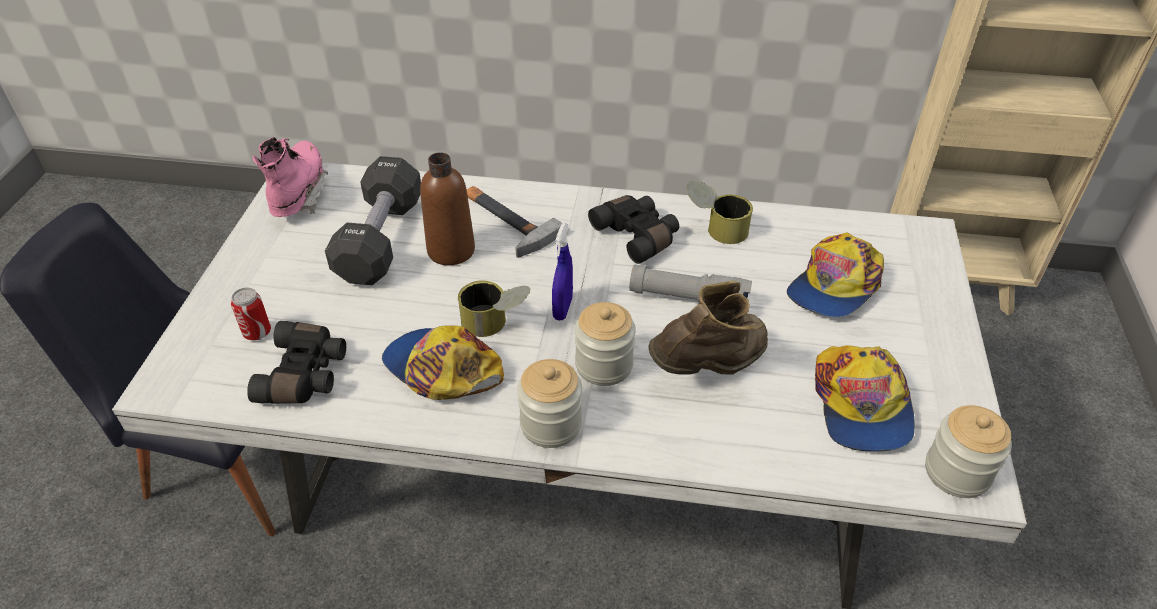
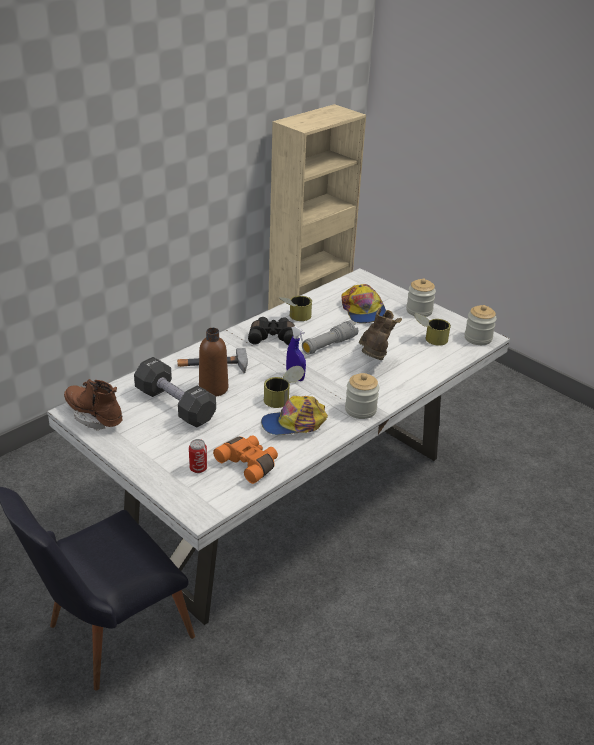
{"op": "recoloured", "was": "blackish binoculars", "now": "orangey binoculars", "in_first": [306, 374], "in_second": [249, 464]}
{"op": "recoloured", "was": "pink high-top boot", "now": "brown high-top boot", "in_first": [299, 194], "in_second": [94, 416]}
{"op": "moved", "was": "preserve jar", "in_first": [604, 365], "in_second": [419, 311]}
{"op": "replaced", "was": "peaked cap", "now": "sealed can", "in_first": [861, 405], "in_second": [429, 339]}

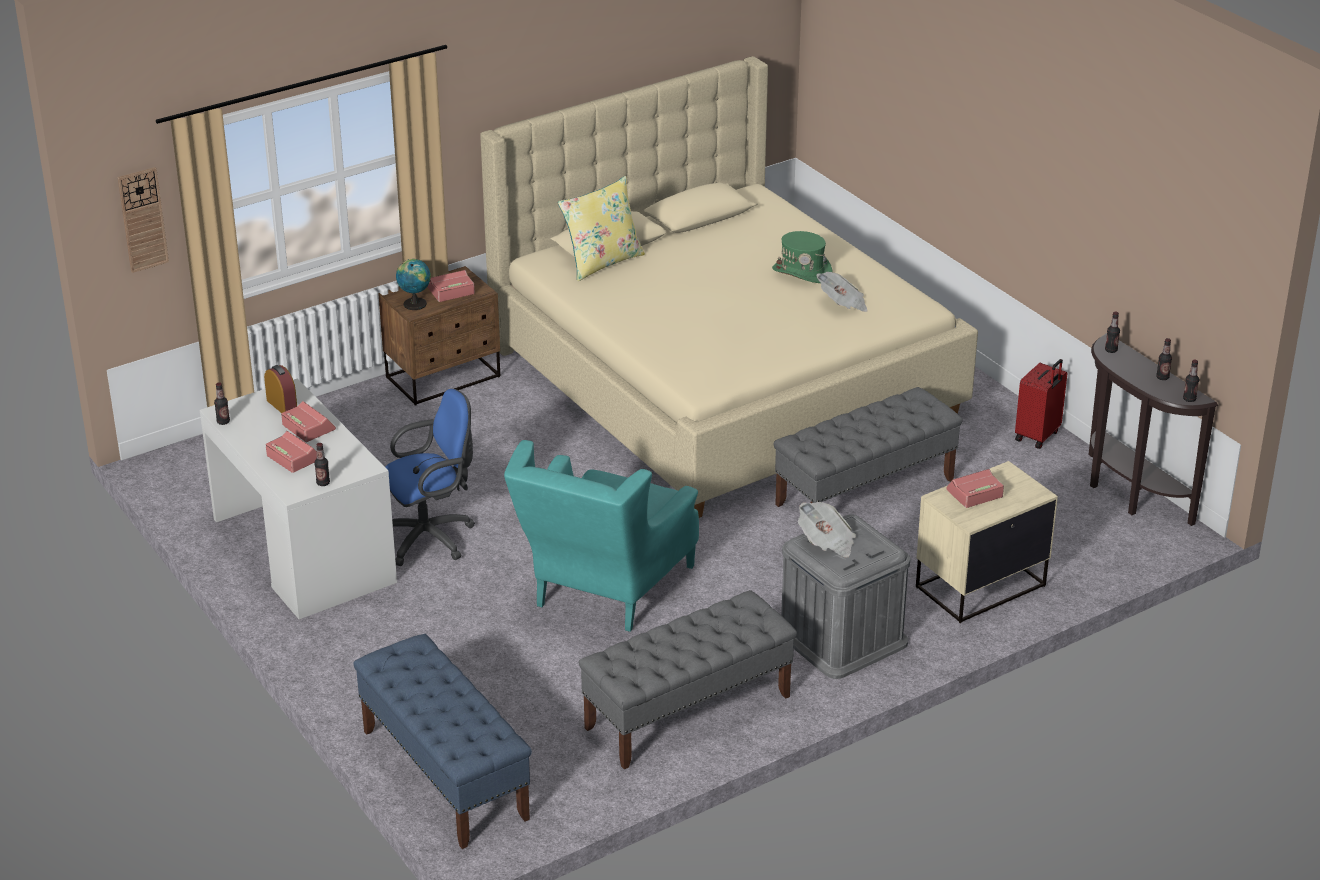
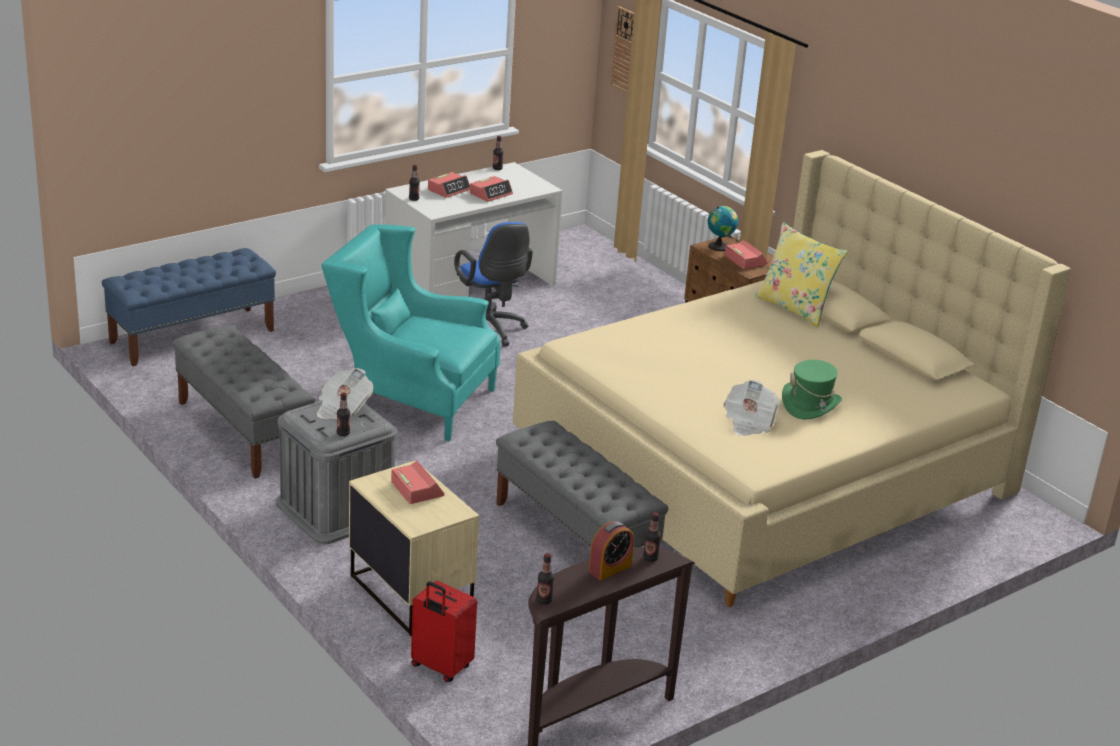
{"op": "moved", "was": "table clock", "in_first": [282, 405], "in_second": [610, 568]}
{"op": "moved", "was": "reddish piece of luggage", "in_first": [1038, 436], "in_second": [440, 667]}
{"op": "moved", "was": "bottle", "in_first": [1162, 377], "in_second": [343, 433]}

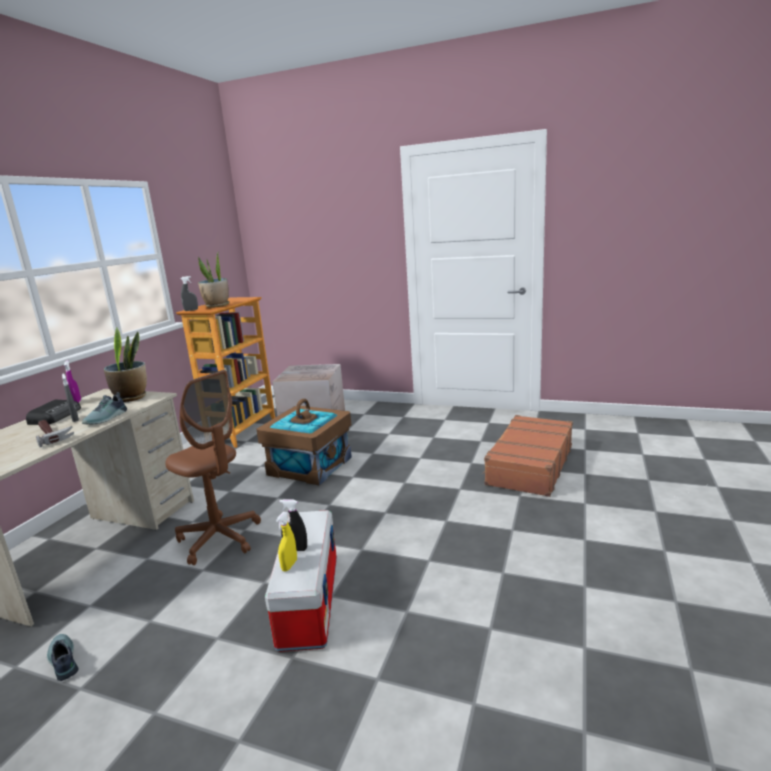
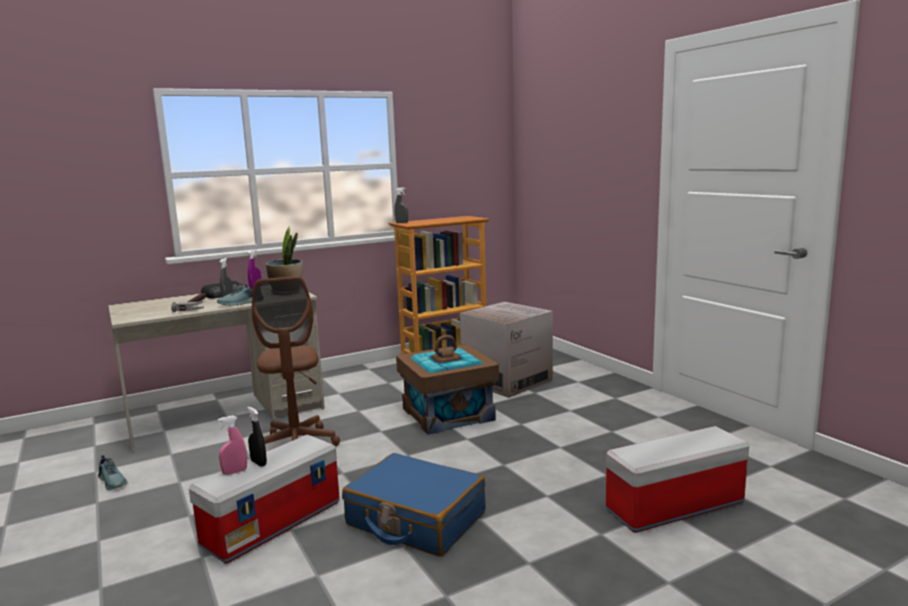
{"op": "turned", "was": "low shoe", "in_first": [62, 661], "in_second": [113, 481], "clockwise": 135}
{"op": "removed", "was": "plant in a pot", "in_first": [217, 306]}
{"op": "recoloured", "was": "yellow hand sprayer", "now": "pink hand sprayer", "in_first": [289, 565], "in_second": [235, 472]}
{"op": "replaced", "was": "brown piece of luggage", "now": "storage container", "in_first": [529, 465], "in_second": [674, 507]}
{"op": "added", "now": "bluish piece of luggage", "in_second": [415, 519]}

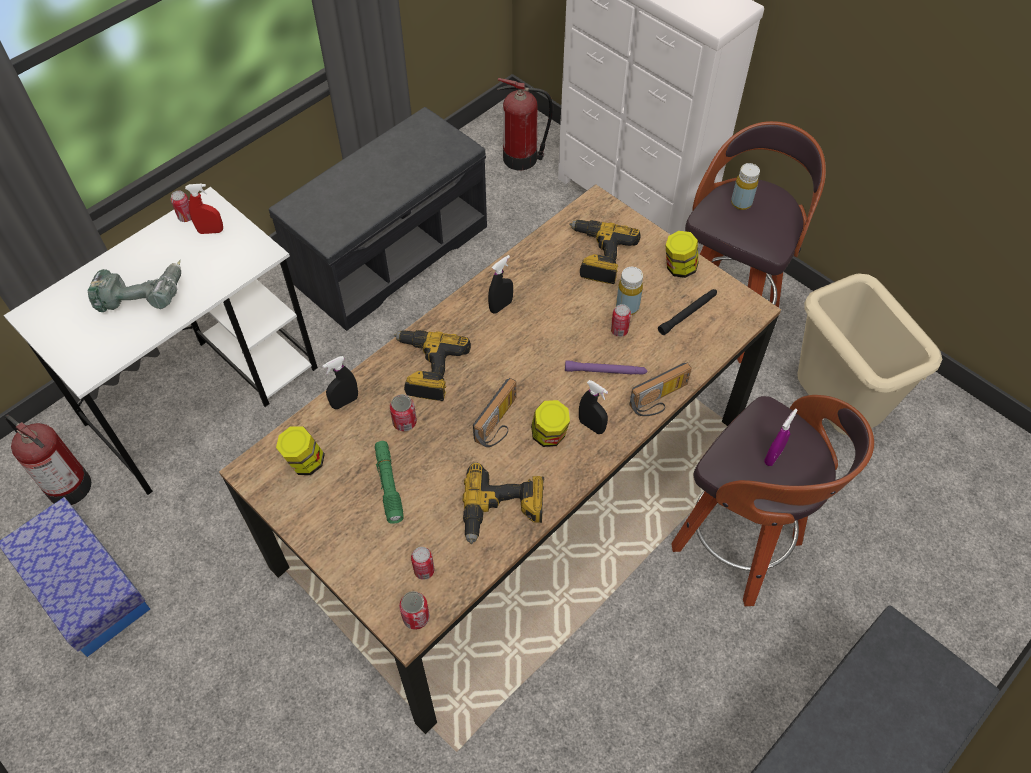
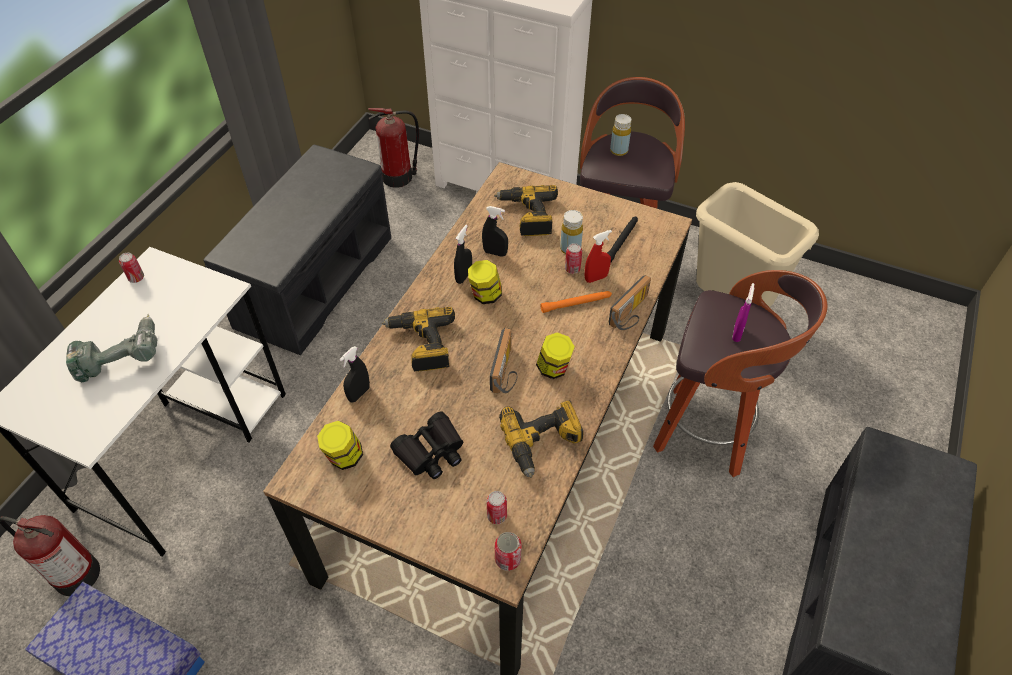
{"op": "moved", "was": "reddish hand sprayer", "in_first": [211, 231], "in_second": [596, 278]}
{"op": "replaced", "was": "green-coloured flashlight", "now": "blackish binoculars", "in_first": [388, 484], "in_second": [431, 452]}
{"op": "removed", "was": "sealed can", "in_first": [404, 422]}
{"op": "recoloured", "was": "purple flashlight", "now": "orangey flashlight", "in_first": [605, 371], "in_second": [576, 304]}
{"op": "moved", "was": "blackish hand sprayer", "in_first": [591, 426], "in_second": [495, 253]}
{"op": "moved", "was": "preserve jar", "in_first": [679, 268], "in_second": [485, 295]}

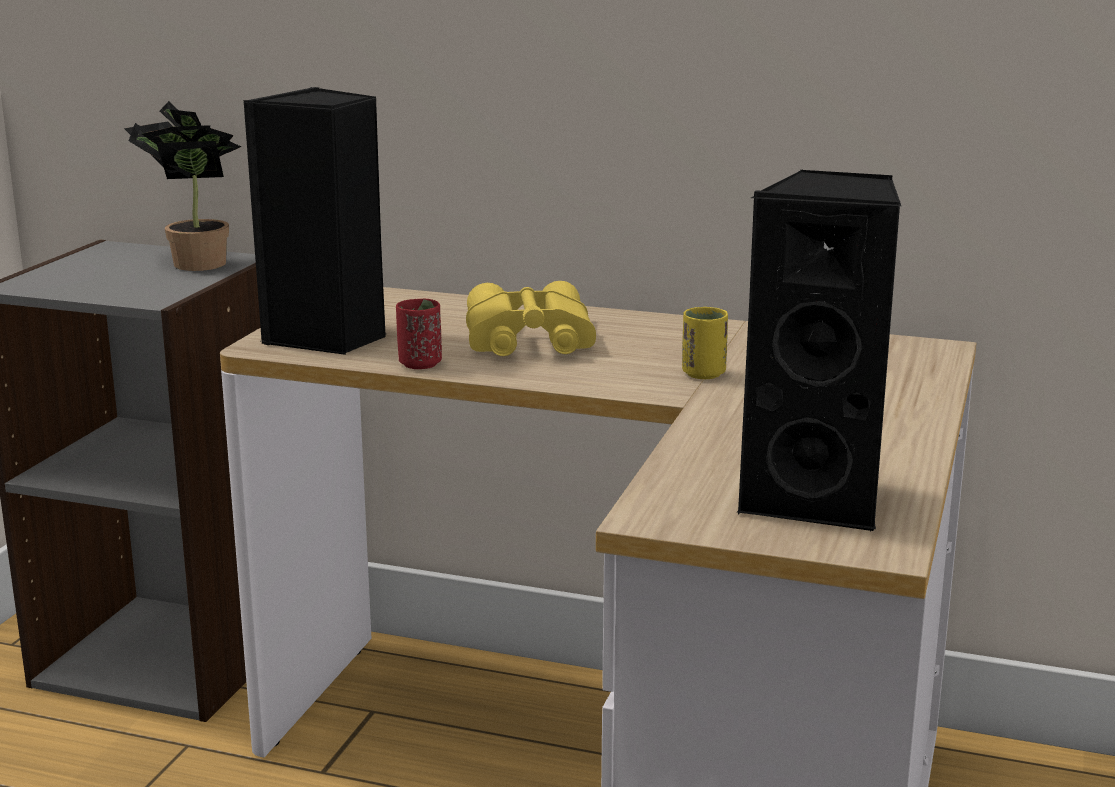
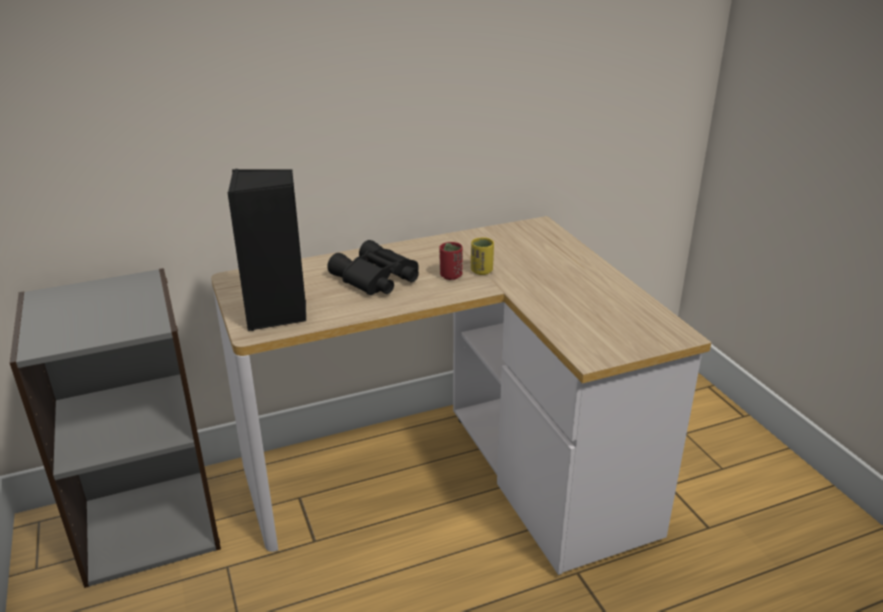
{"op": "removed", "was": "plant in a pot", "in_first": [192, 263]}
{"op": "moved", "was": "reddish cup", "in_first": [420, 364], "in_second": [451, 276]}
{"op": "recoloured", "was": "yellow binoculars", "now": "blackish binoculars", "in_first": [525, 340], "in_second": [375, 279]}
{"op": "removed", "was": "blackish speaker", "in_first": [816, 500]}

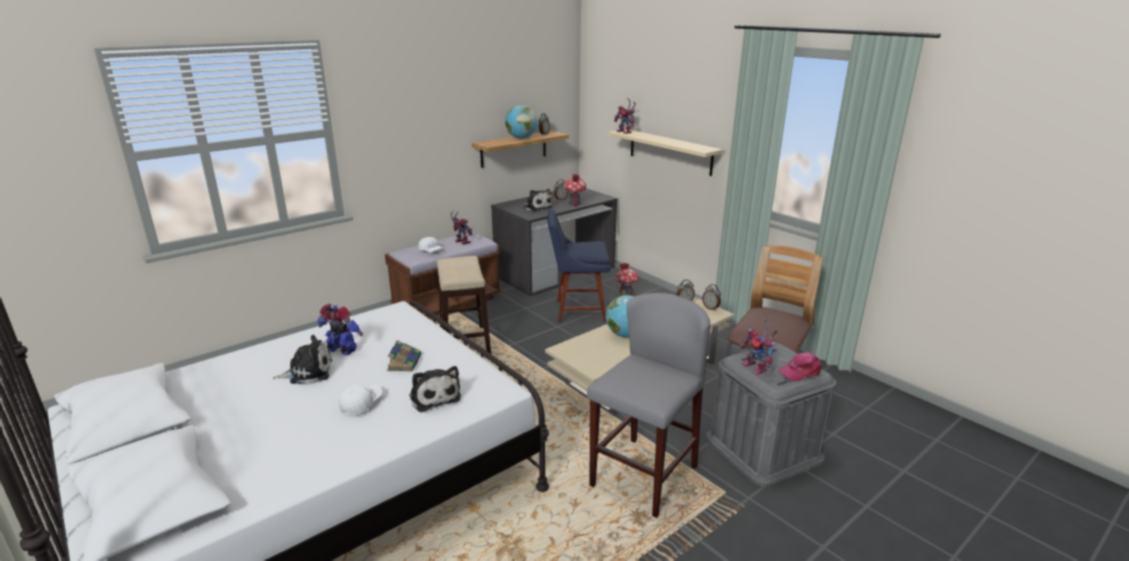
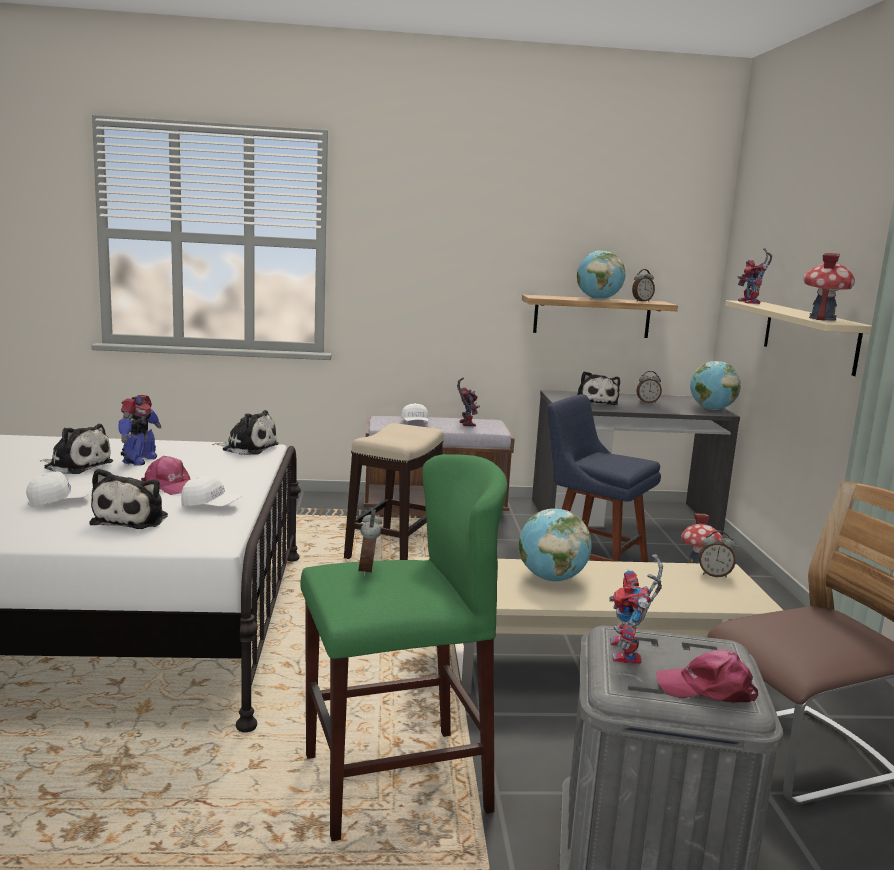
{"op": "turned", "was": "model robot", "in_first": [341, 350], "in_second": [138, 460], "clockwise": 45}
{"op": "replaced", "was": "bound book", "now": "pink peaked cap", "in_first": [404, 362], "in_second": [170, 486]}
{"op": "moved", "was": "miniature house", "in_first": [574, 203], "in_second": [822, 318]}
{"op": "recoloured", "was": "greyish stool", "now": "green-coloured stool", "in_first": [643, 476], "in_second": [394, 782]}
{"op": "moved", "was": "table clock", "in_first": [711, 308], "in_second": [369, 570]}
{"op": "added", "now": "whitish peaked cap", "in_second": [210, 506]}
{"op": "added", "now": "soft toy", "in_second": [247, 448]}
{"op": "added", "now": "desk globe", "in_second": [711, 409]}

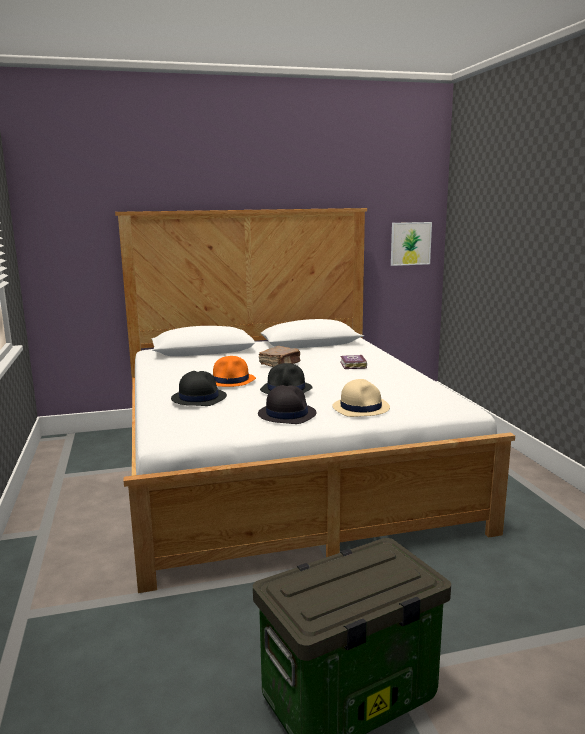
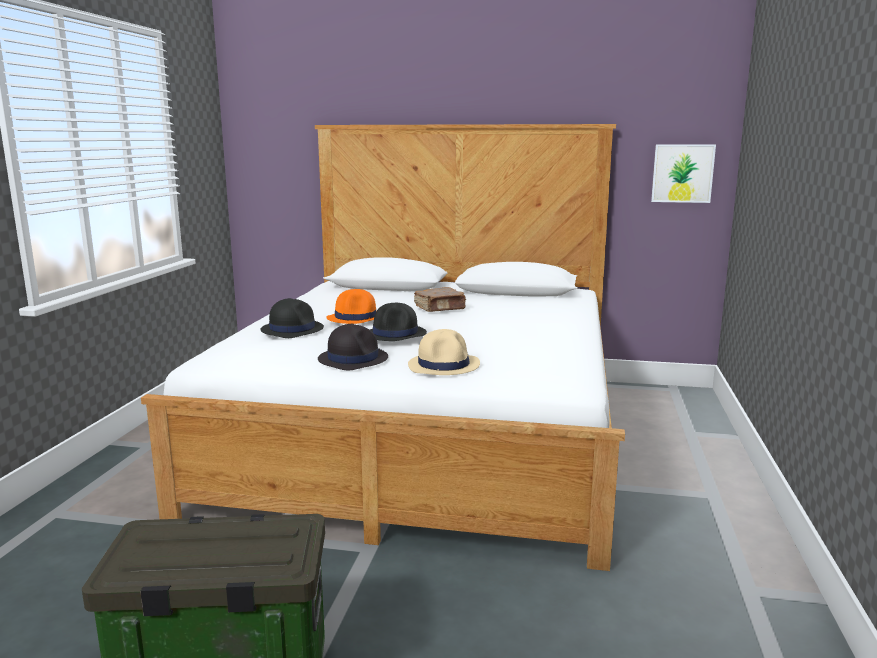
{"op": "removed", "was": "bound book", "in_first": [352, 365]}

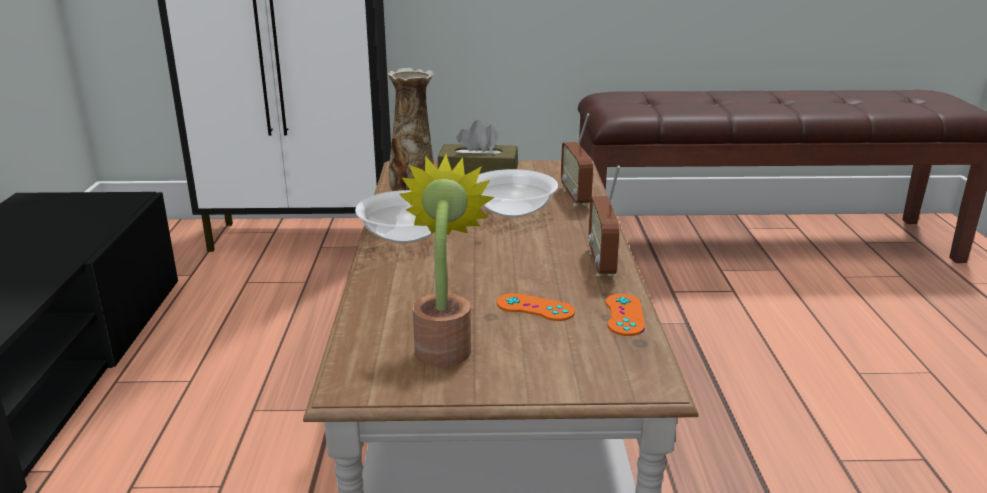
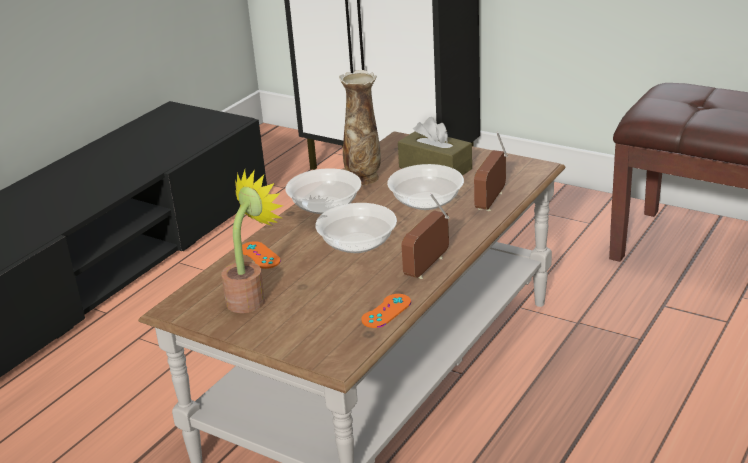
{"op": "moved", "was": "orangey joypad", "in_first": [535, 308], "in_second": [260, 255]}
{"op": "added", "now": "deep dish", "in_second": [357, 244]}

